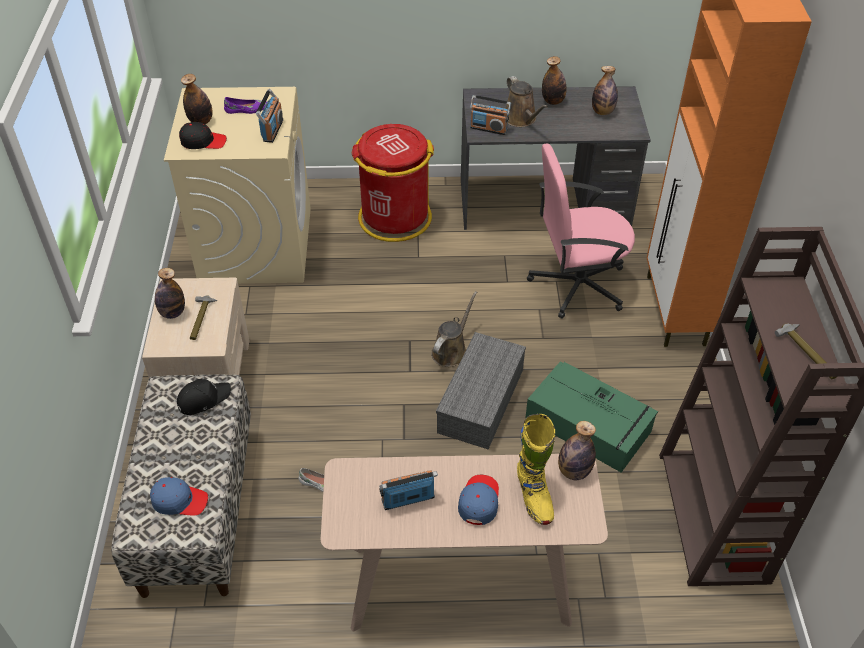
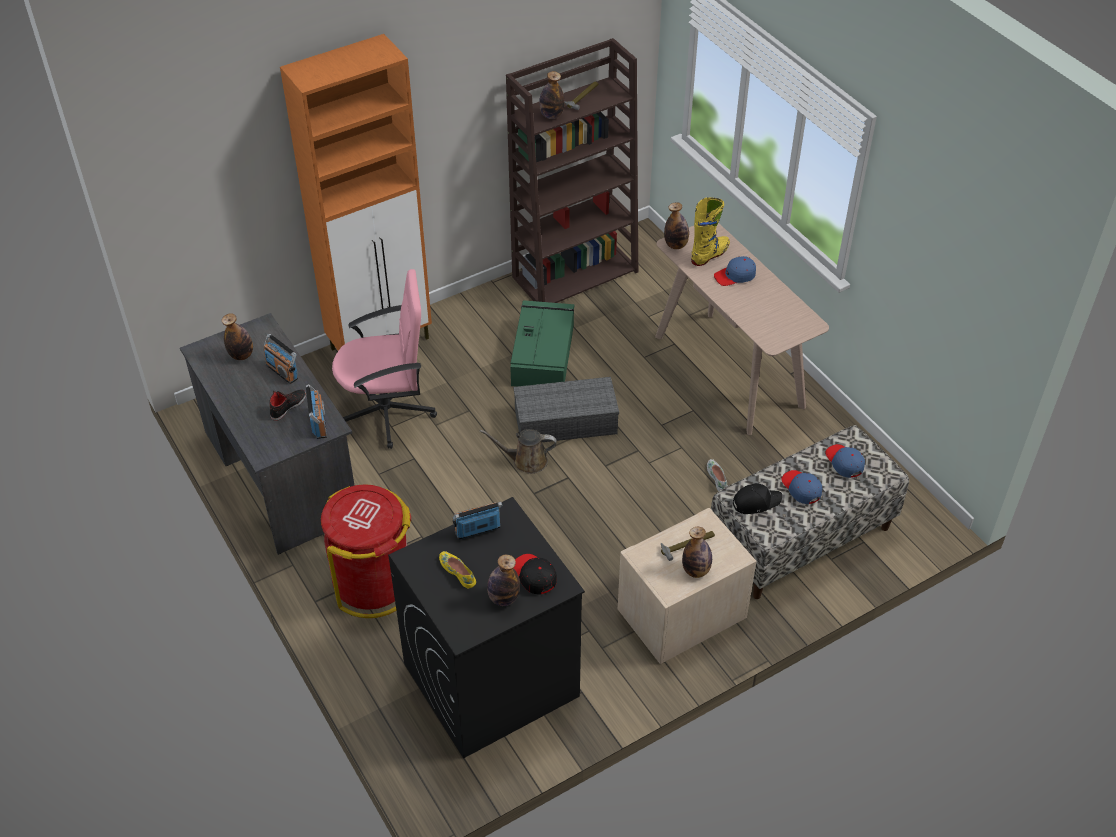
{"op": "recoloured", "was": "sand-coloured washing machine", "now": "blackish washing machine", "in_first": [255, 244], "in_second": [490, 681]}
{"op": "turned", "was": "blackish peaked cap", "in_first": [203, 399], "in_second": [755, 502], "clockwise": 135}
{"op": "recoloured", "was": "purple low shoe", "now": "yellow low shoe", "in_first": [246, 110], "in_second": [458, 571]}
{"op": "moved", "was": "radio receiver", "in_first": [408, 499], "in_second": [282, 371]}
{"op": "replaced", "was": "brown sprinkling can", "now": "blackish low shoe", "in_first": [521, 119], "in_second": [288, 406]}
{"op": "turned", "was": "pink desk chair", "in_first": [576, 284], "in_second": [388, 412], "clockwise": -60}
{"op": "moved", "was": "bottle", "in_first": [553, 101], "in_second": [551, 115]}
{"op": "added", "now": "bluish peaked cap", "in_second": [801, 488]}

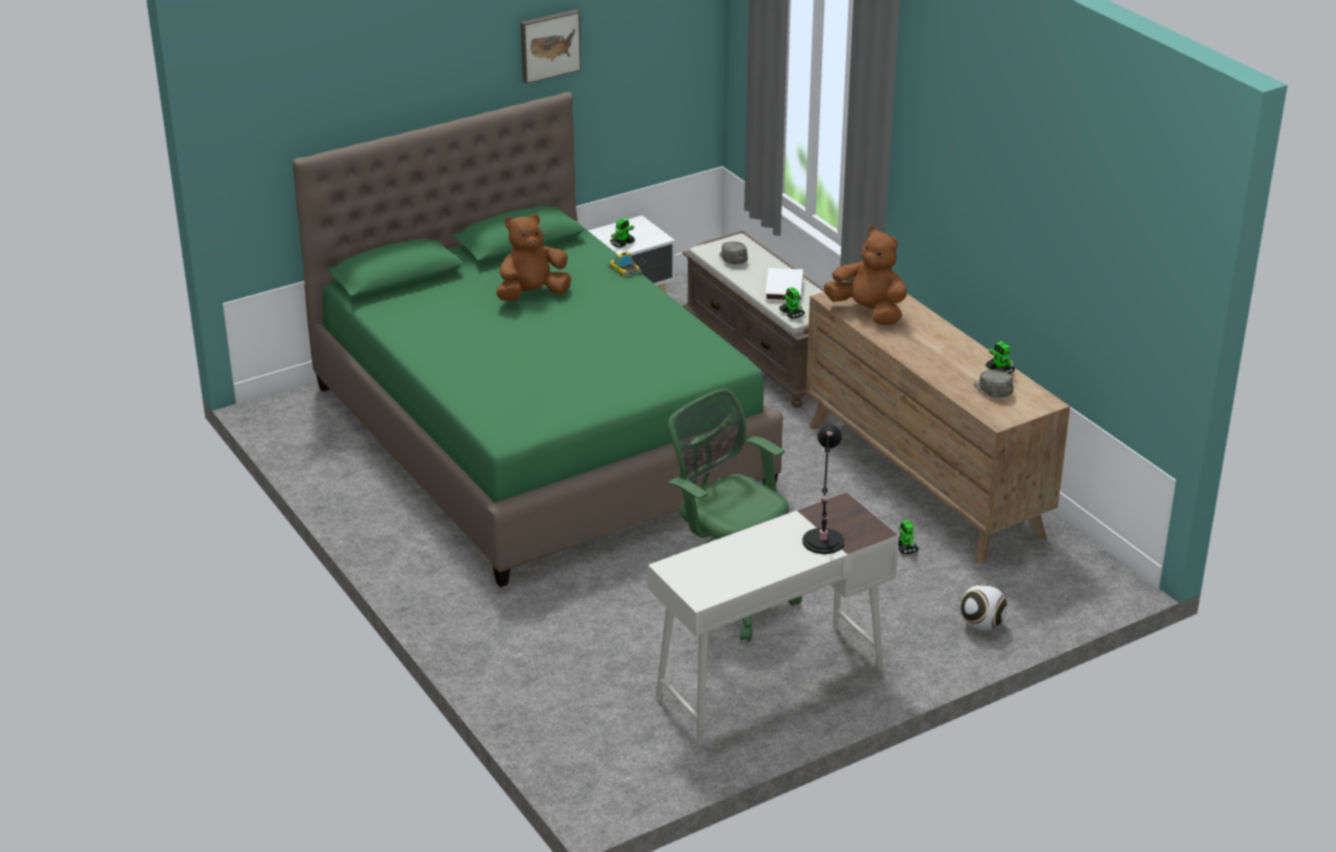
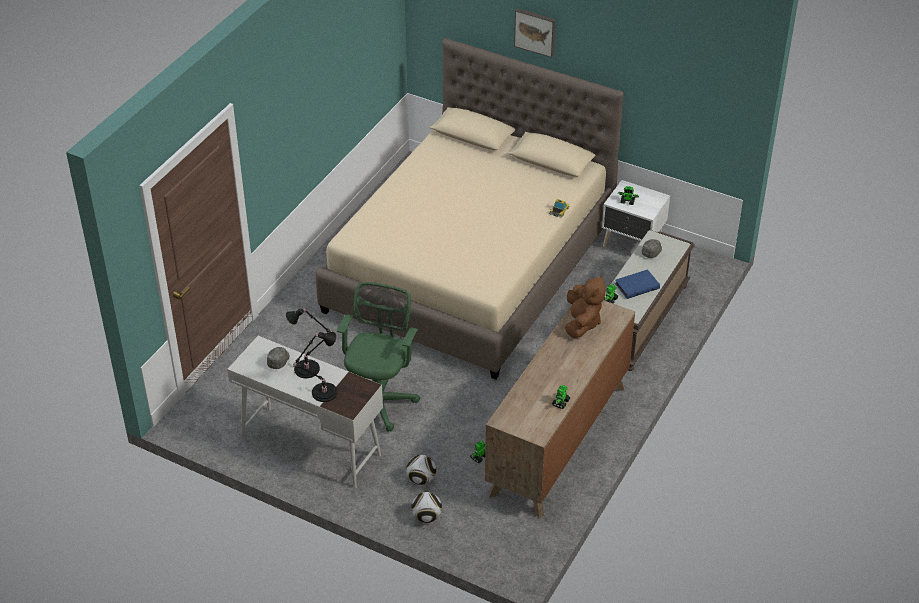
{"op": "recoloured", "was": "green-coloured bedroom bed", "now": "sand-coloured bedroom bed", "in_first": [539, 435], "in_second": [470, 266]}
{"op": "removed", "was": "brown soft toy", "in_first": [532, 295]}
{"op": "moved", "was": "picture", "in_first": [549, 45], "in_second": [535, 31]}
{"op": "recoloured", "was": "whitish bound book", "now": "bluish bound book", "in_first": [782, 288], "in_second": [636, 285]}
{"op": "moved", "was": "greyish peaked cap", "in_first": [992, 390], "in_second": [279, 360]}
{"op": "added", "now": "blackish lamp for a table", "in_second": [309, 369]}
{"op": "added", "now": "football", "in_second": [421, 479]}

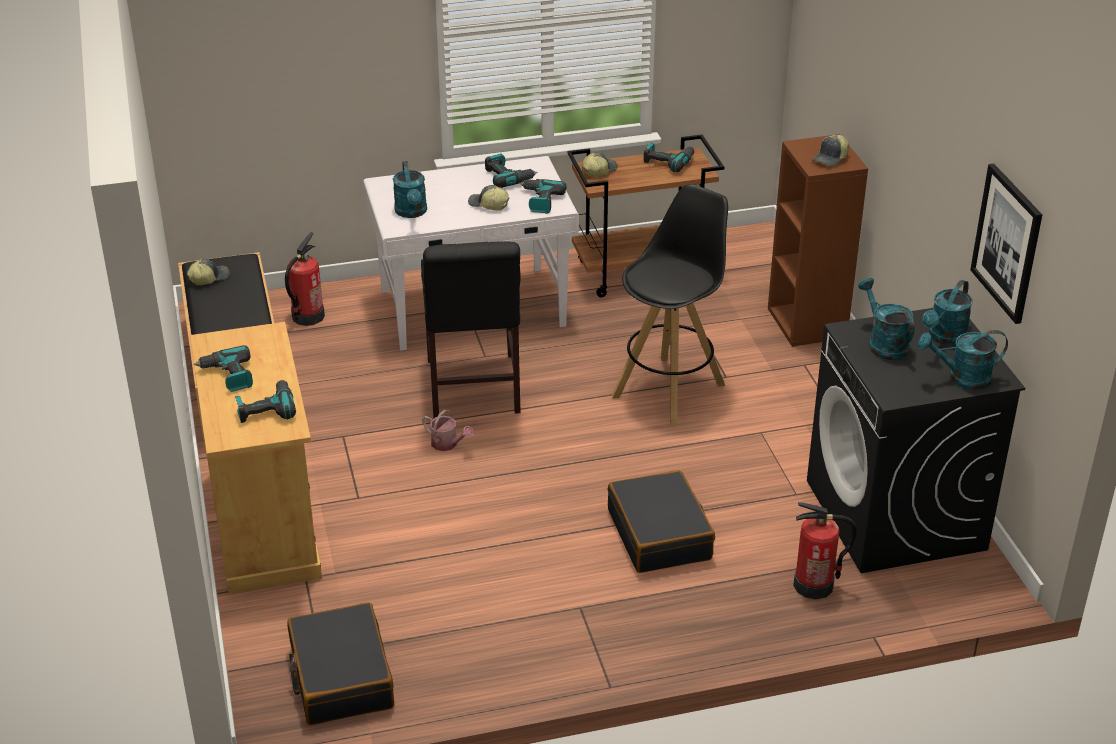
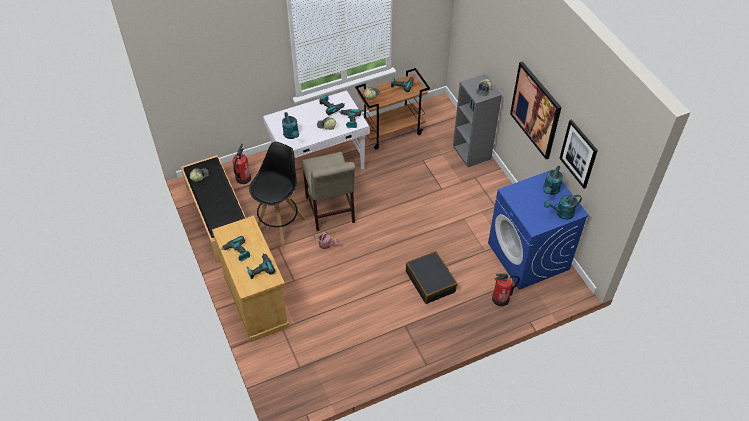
{"op": "removed", "was": "blackish piece of luggage", "in_first": [340, 677]}
{"op": "recoloured", "was": "blackish upright chair", "now": "sand-coloured upright chair", "in_first": [473, 390], "in_second": [330, 212]}
{"op": "moved", "was": "blackish stool", "in_first": [669, 389], "in_second": [280, 225]}
{"op": "recoloured", "was": "brown bookcase", "now": "greyish bookcase", "in_first": [808, 323], "in_second": [472, 153]}
{"op": "recoloured", "was": "blackish washing machine", "now": "bluish washing machine", "in_first": [896, 516], "in_second": [528, 256]}
{"op": "removed", "was": "blue-green sprinkling can", "in_first": [883, 344]}
{"op": "added", "now": "picture", "in_second": [535, 110]}

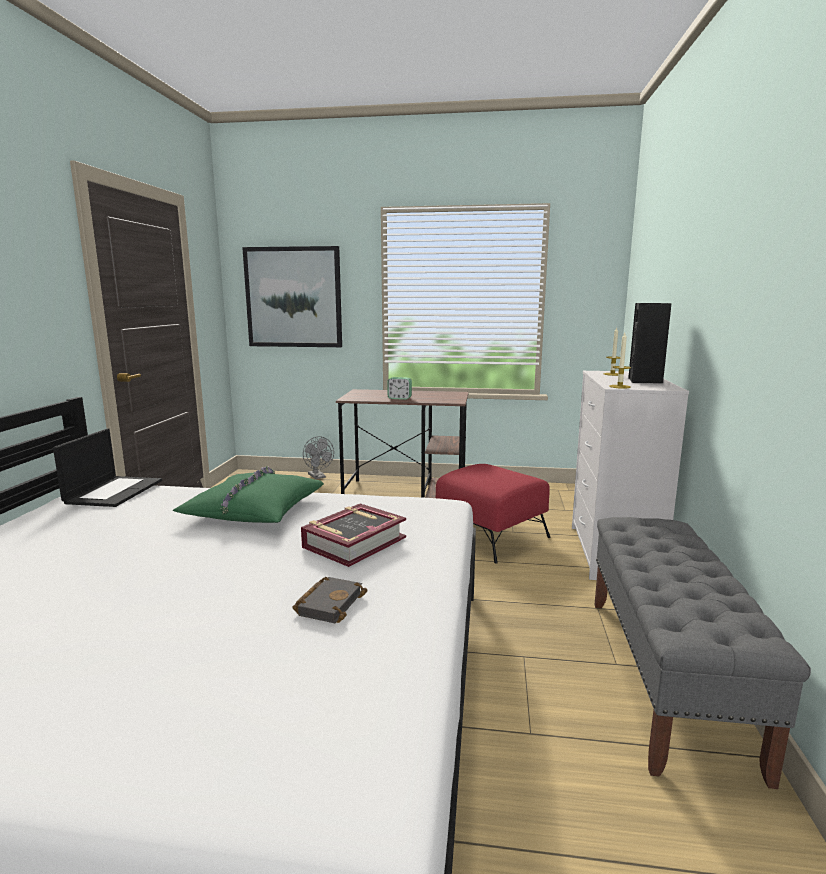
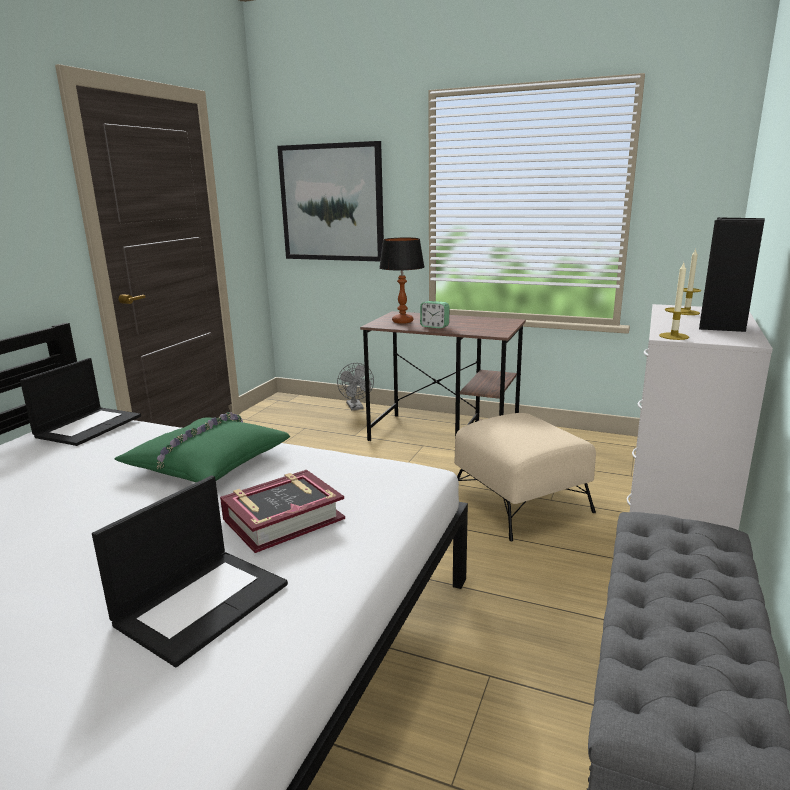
{"op": "replaced", "was": "blackish bound book", "now": "portable computer", "in_first": [329, 603], "in_second": [202, 602]}
{"op": "recoloured", "was": "reddish ottoman", "now": "sand-coloured ottoman", "in_first": [490, 536], "in_second": [520, 503]}
{"op": "added", "now": "lamp for a table", "in_second": [402, 321]}

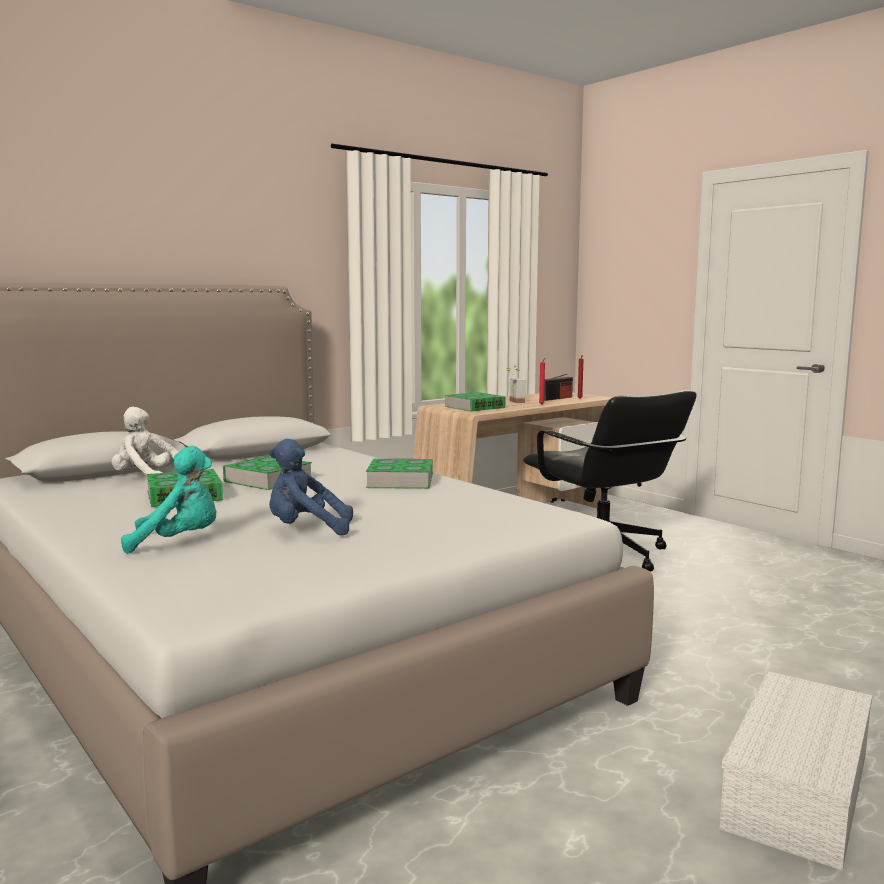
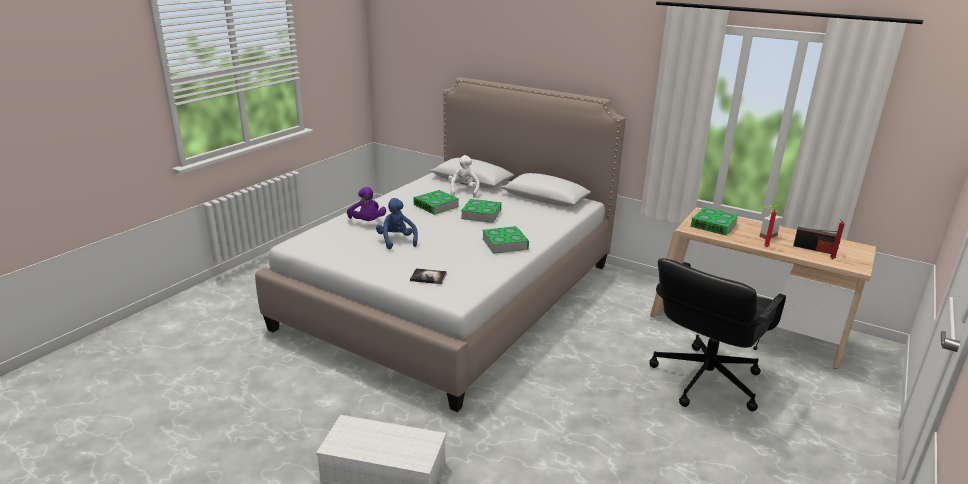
{"op": "recoloured", "was": "blue-green soft toy", "now": "purple soft toy", "in_first": [179, 542], "in_second": [367, 222]}
{"op": "added", "now": "bound book", "in_second": [428, 277]}

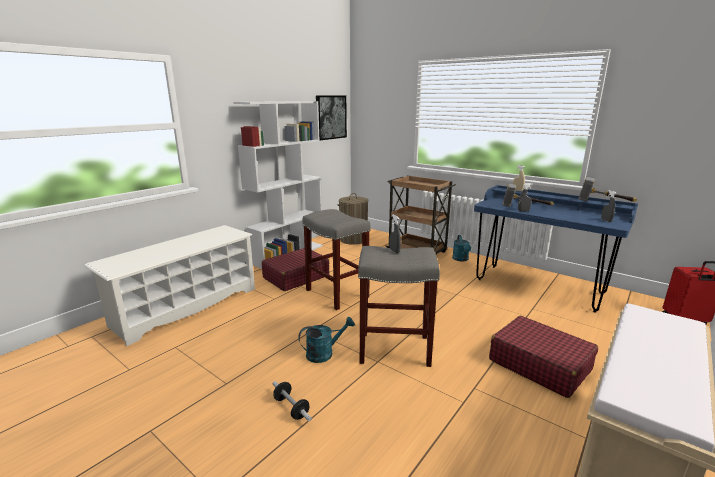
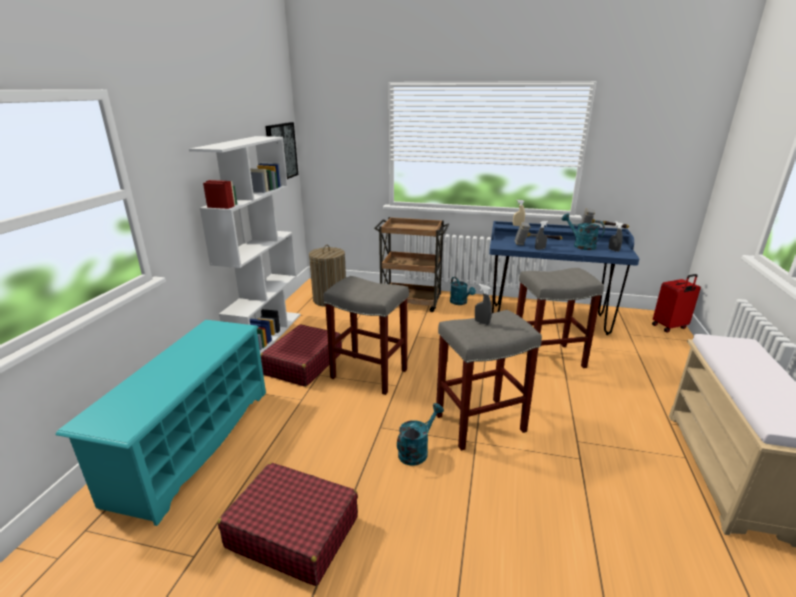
{"op": "recoloured", "was": "whitish shoe stand", "now": "blue-green shoe stand", "in_first": [186, 306], "in_second": [193, 442]}
{"op": "removed", "was": "dumbbell", "in_first": [291, 408]}
{"op": "moved", "was": "reddish piece of luggage", "in_first": [539, 364], "in_second": [293, 531]}
{"op": "added", "now": "greyish stool", "in_second": [547, 359]}
{"op": "added", "now": "blue-green sprinkling can", "in_second": [580, 245]}

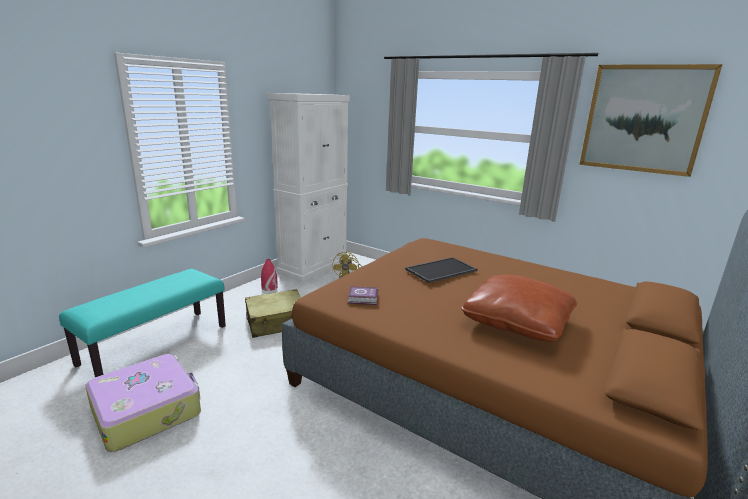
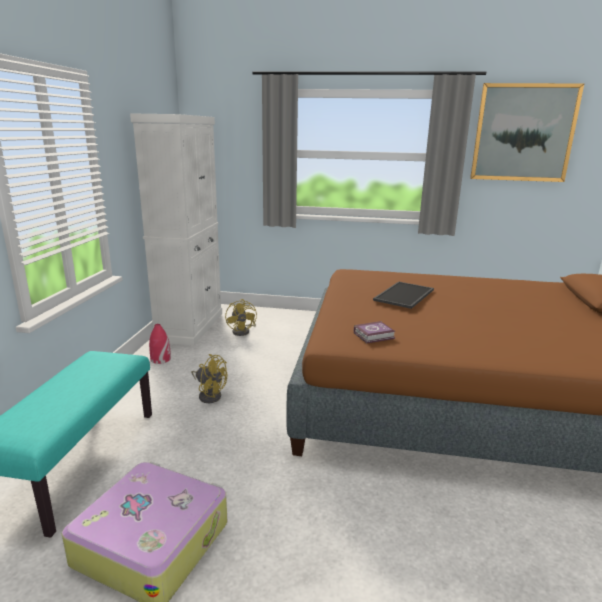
{"op": "replaced", "was": "sand-coloured piece of luggage", "now": "yellow fan", "in_first": [276, 322], "in_second": [209, 395]}
{"op": "removed", "was": "brown cushion", "in_first": [516, 322]}

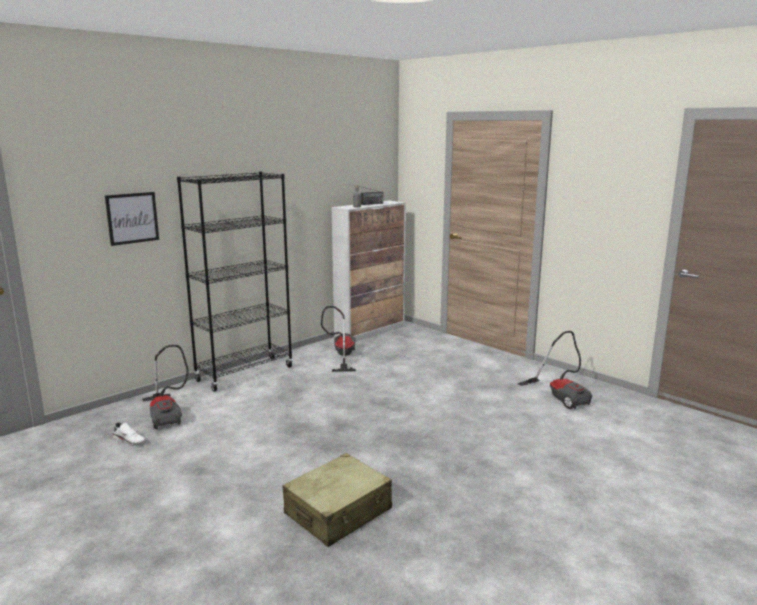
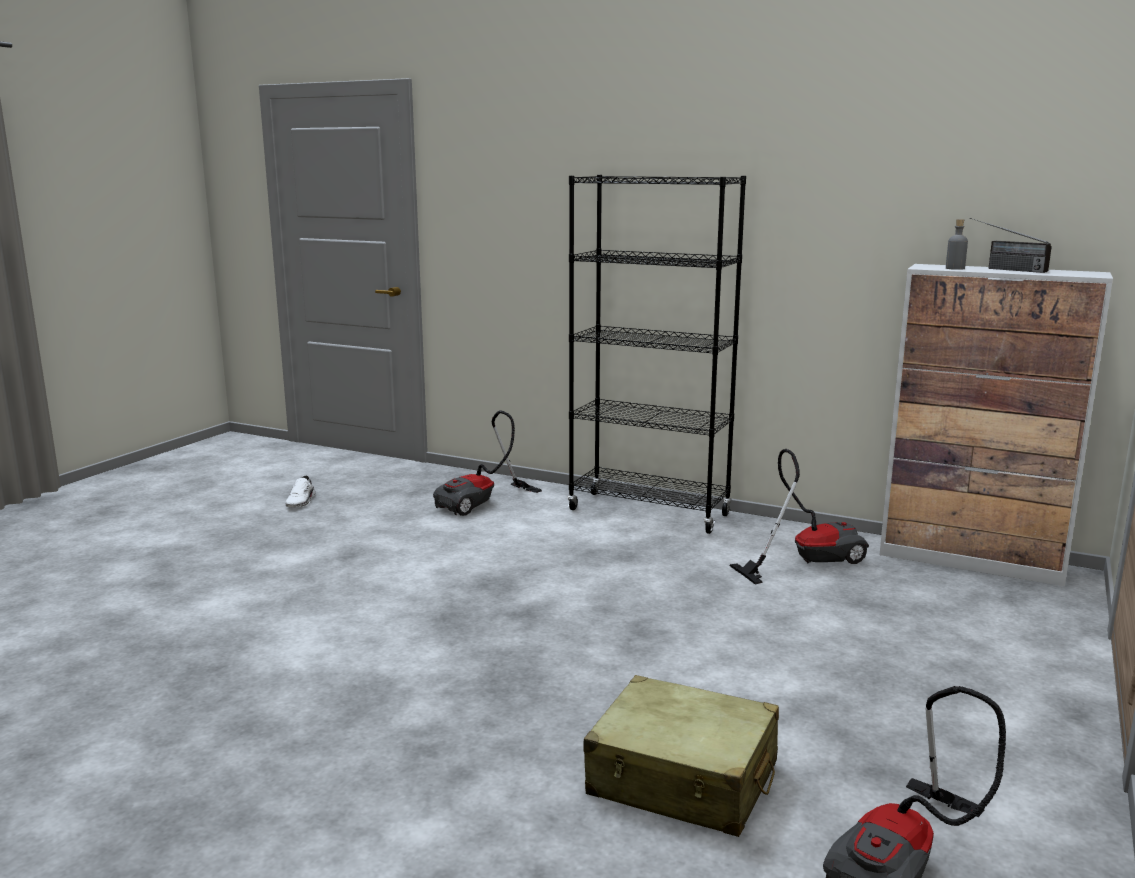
{"op": "removed", "was": "picture", "in_first": [132, 218]}
{"op": "moved", "was": "whitish low shoe", "in_first": [130, 440], "in_second": [302, 501]}
{"op": "moved", "was": "sand-coloured piece of luggage", "in_first": [338, 512], "in_second": [683, 779]}

